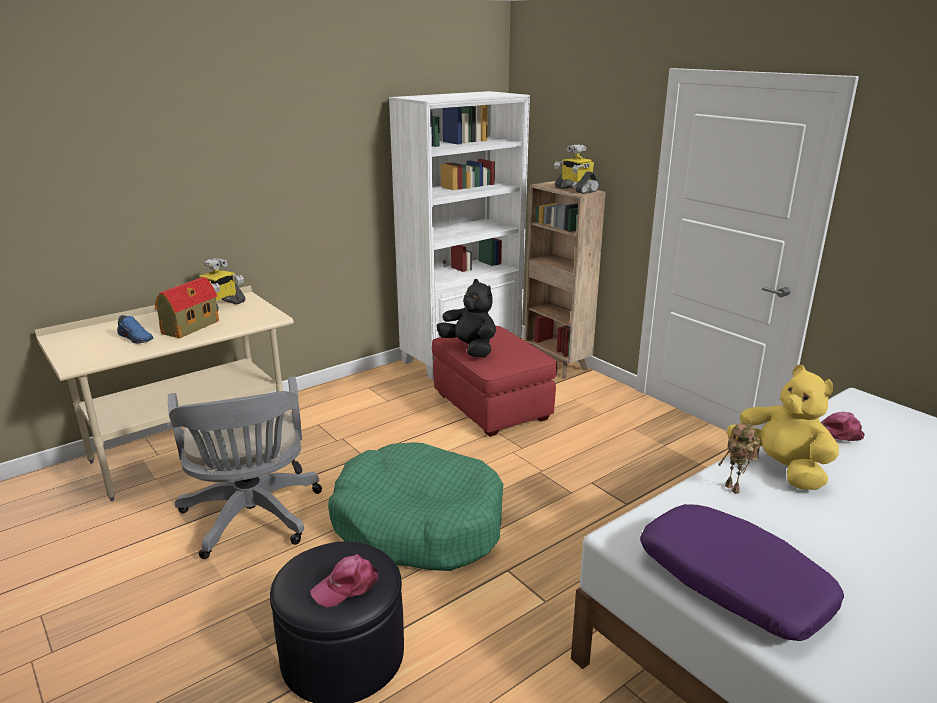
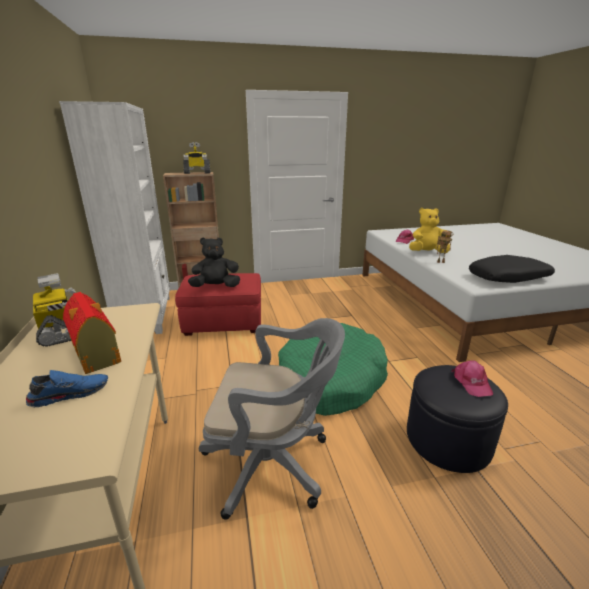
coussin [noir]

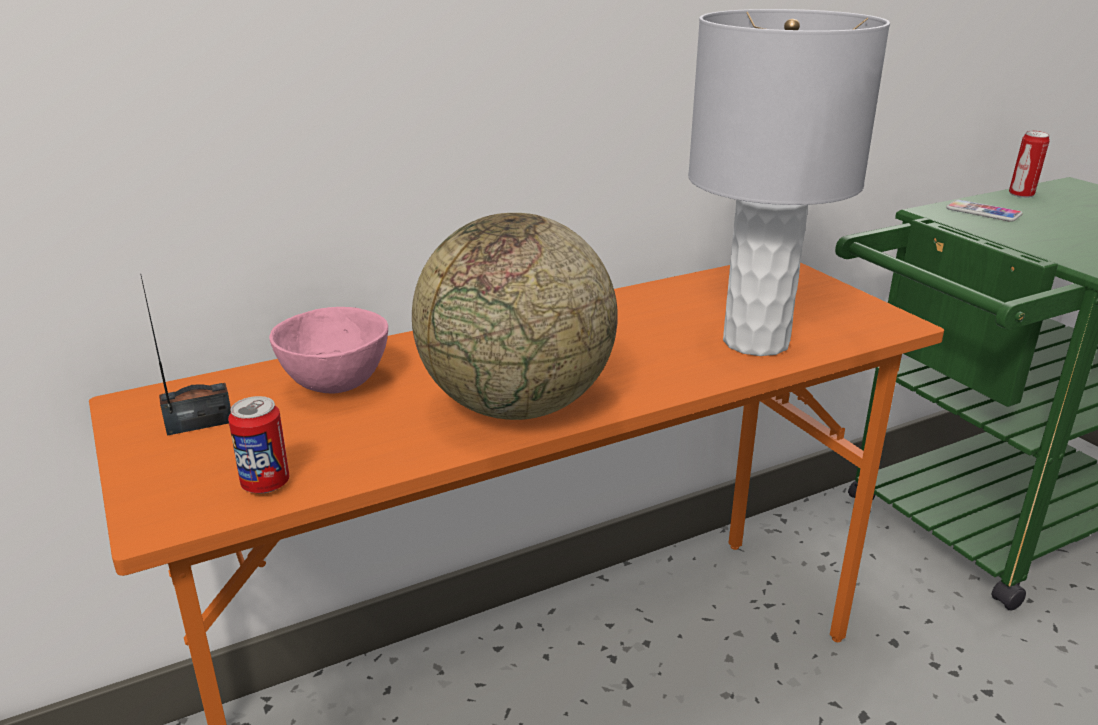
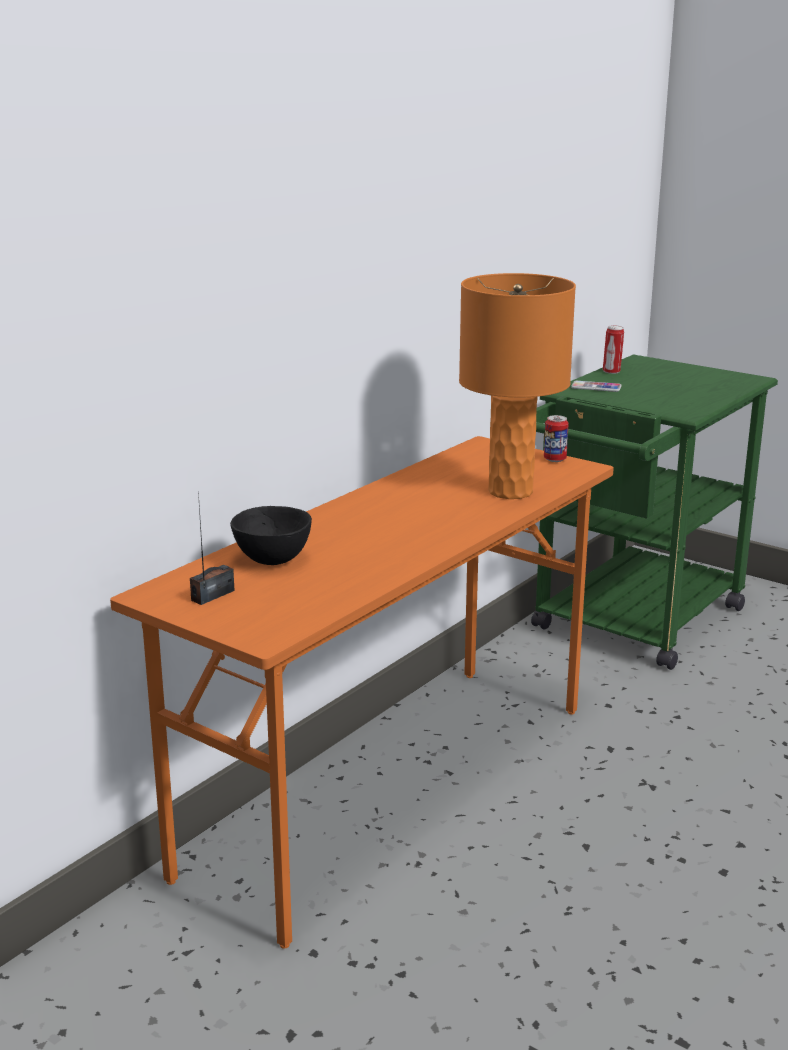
lampe de table [orange]
globe
bol [noir]
boîte métallique (1st from left)

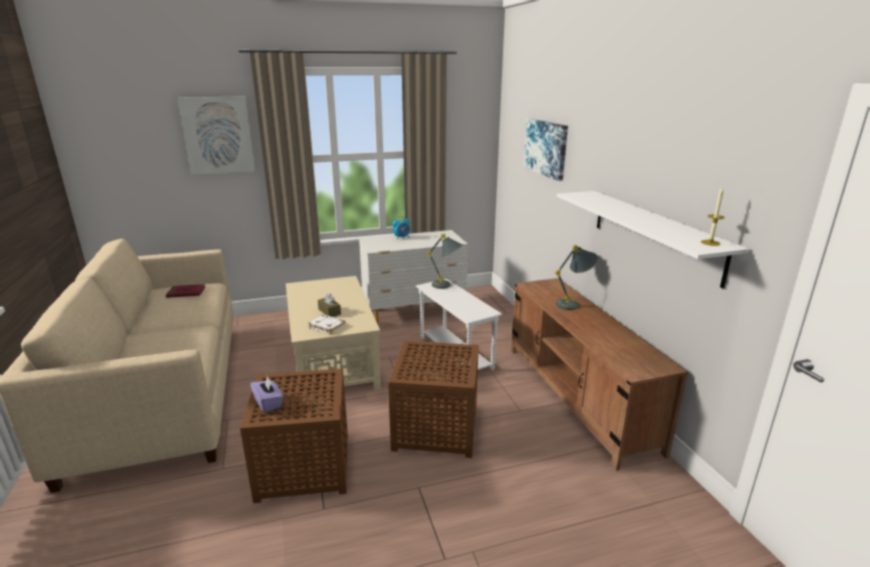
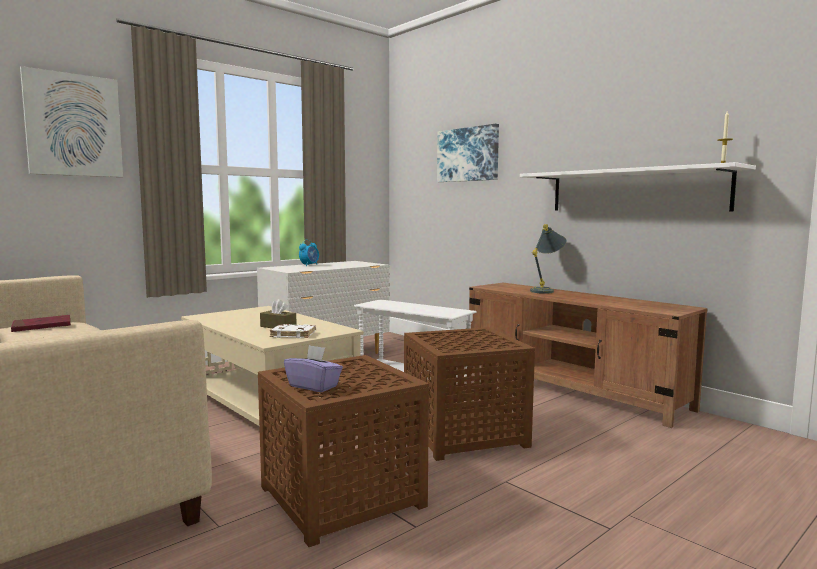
lampe de table [gris] (1st from left in the first image)

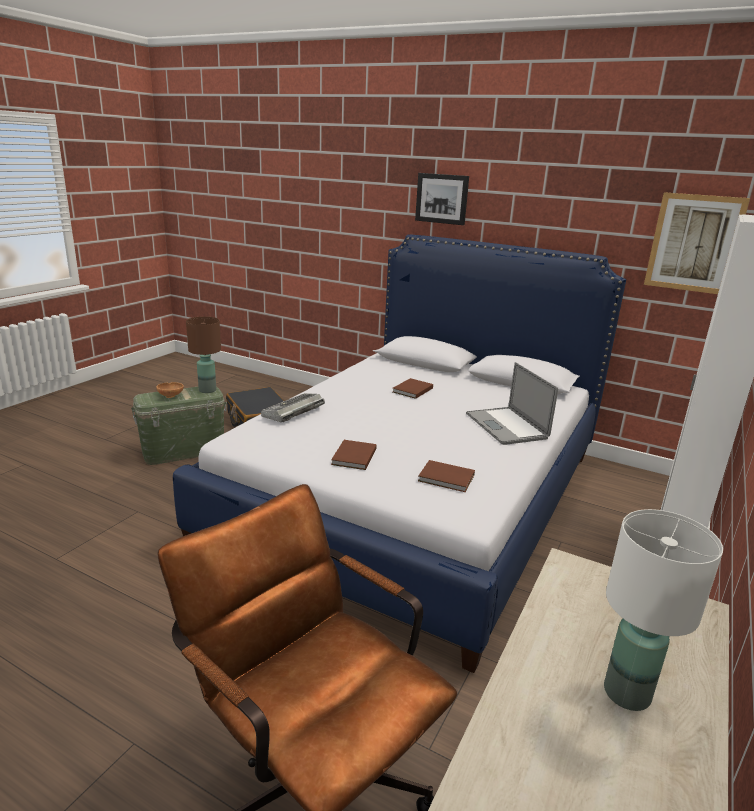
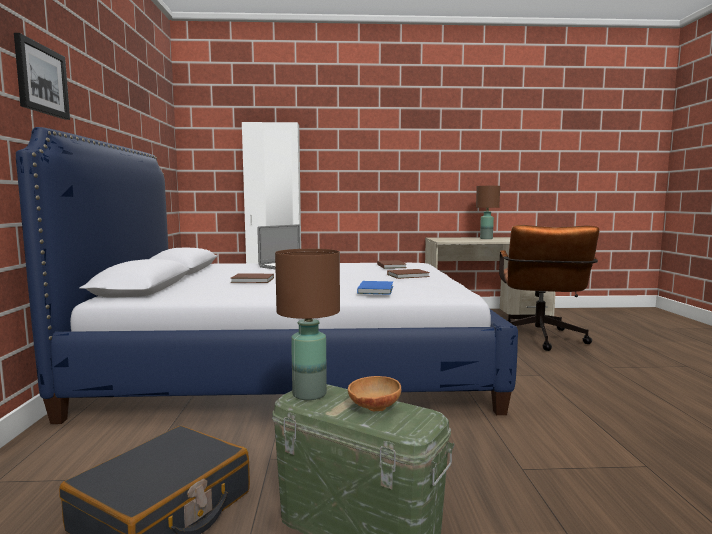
tableau (2nd from left in the first image)
livre [bleu]
lampe de table [marron] (2nd from left)

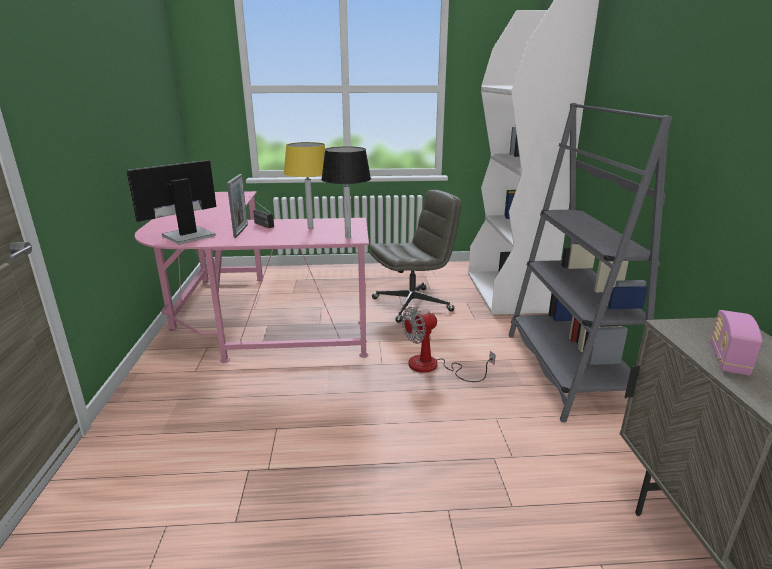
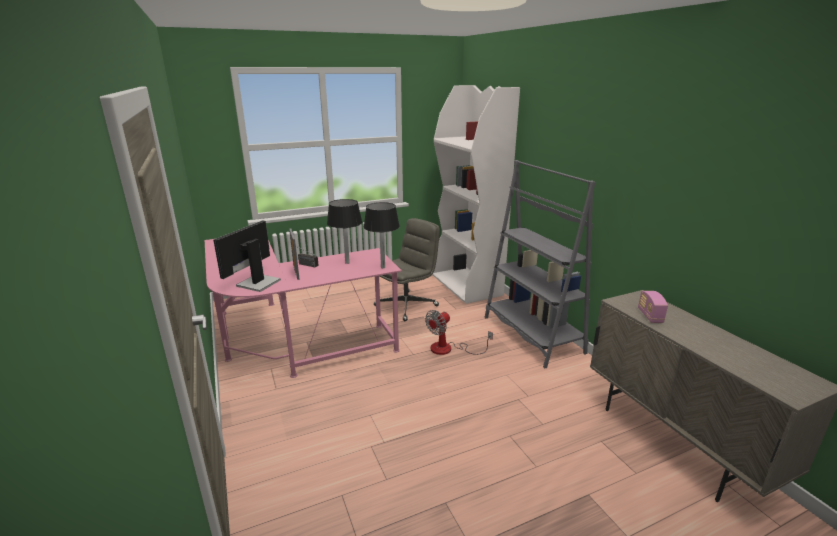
lampe de table [noir] (1st from left)

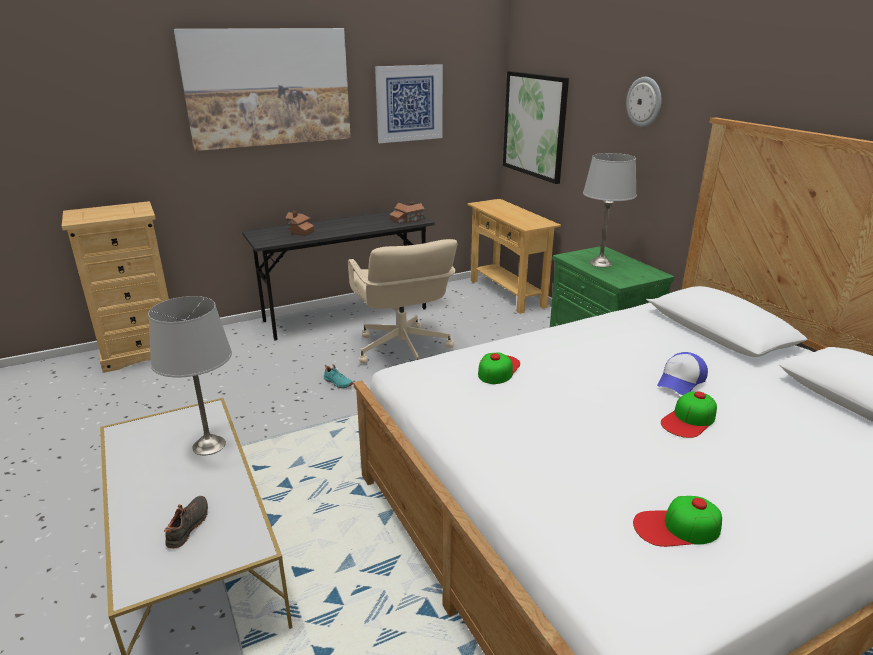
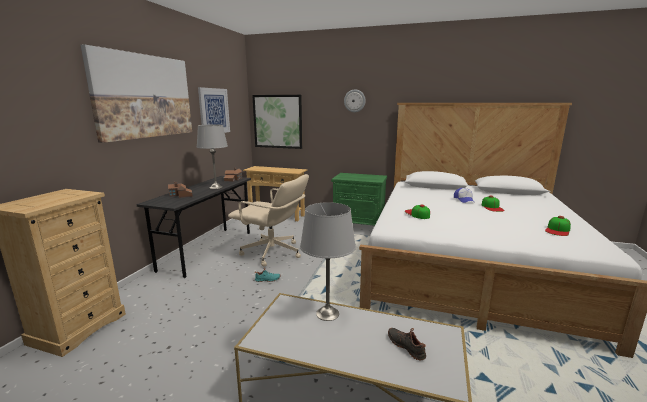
lampe de table [gris] (1st from left)

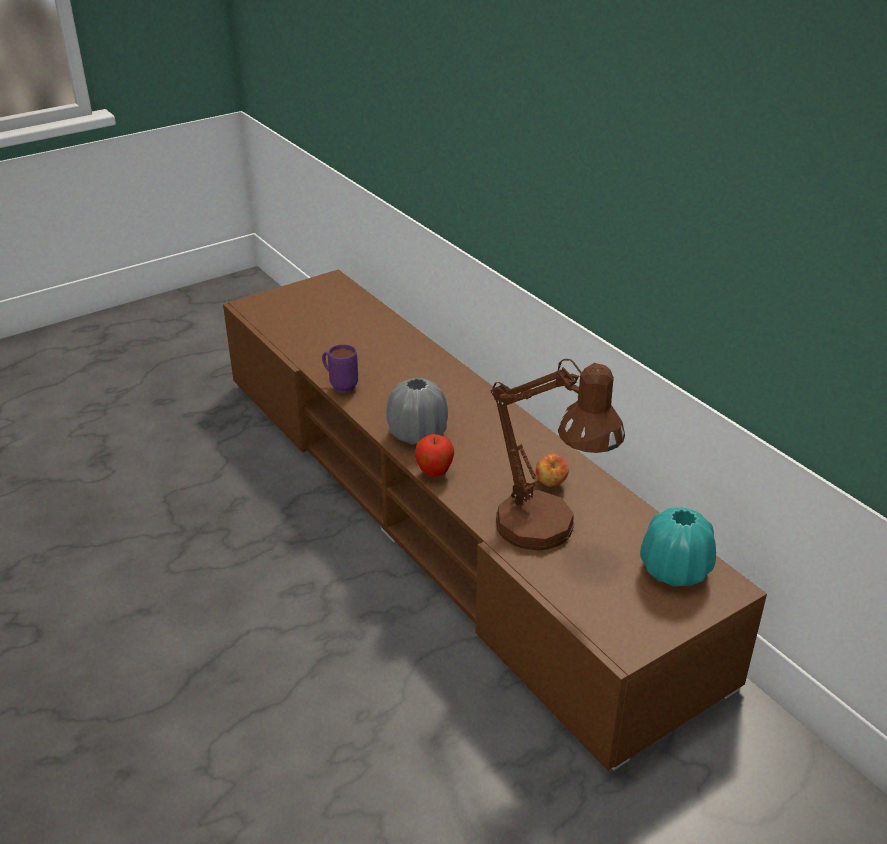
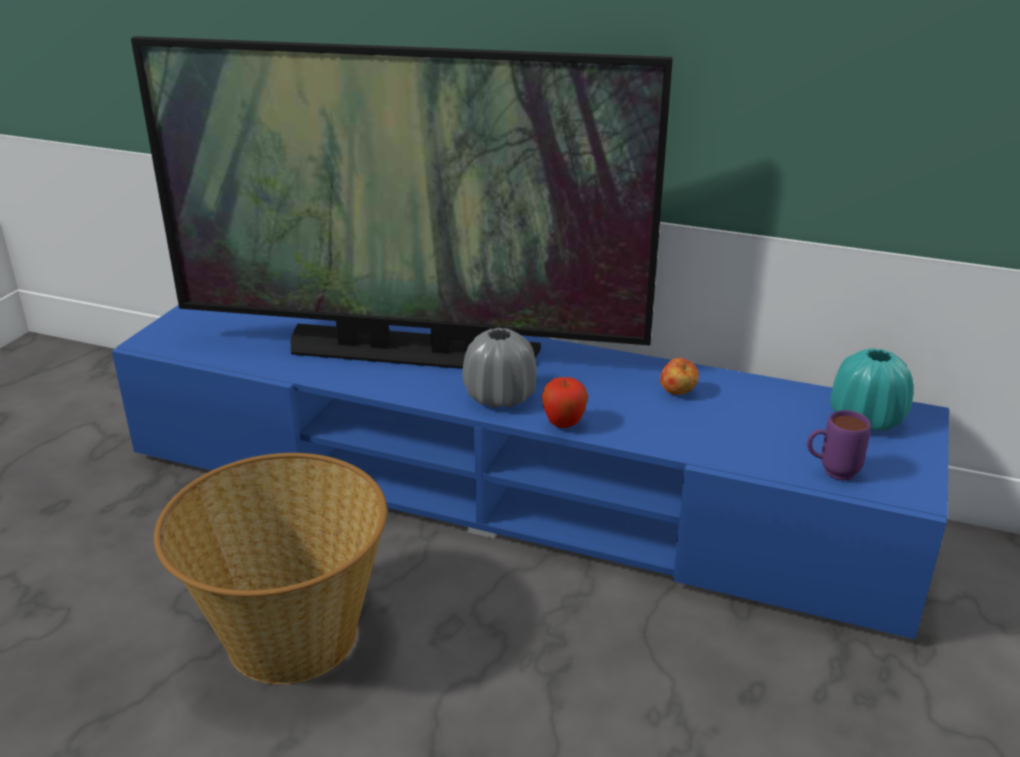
meuble télé [bleu]
mug [violet]
lampe de table [marron]
téléviseur
panier

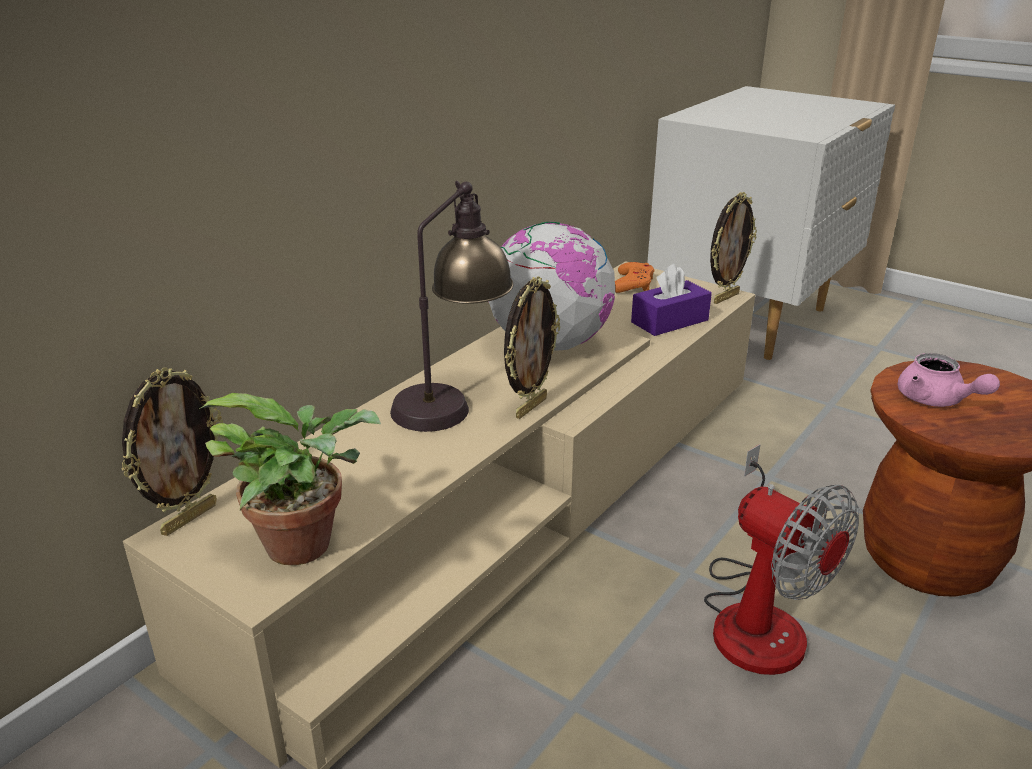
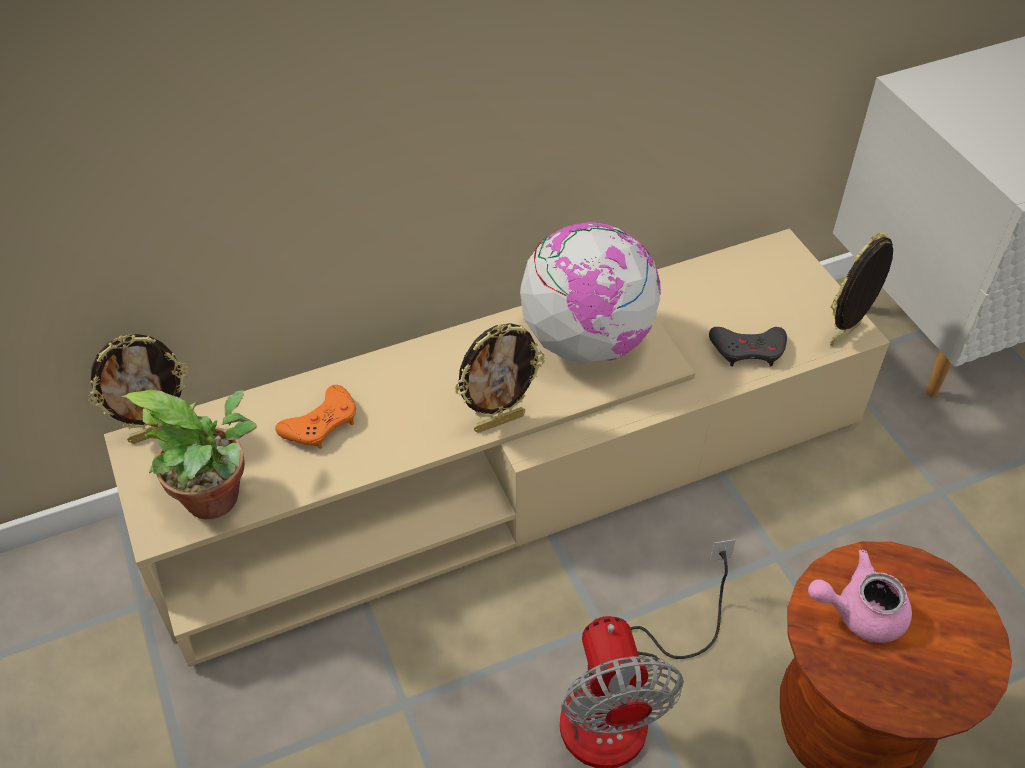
lampe de table
cadre photo (3rd from left)
manette [orange]
manette [gris]
théière [rose]

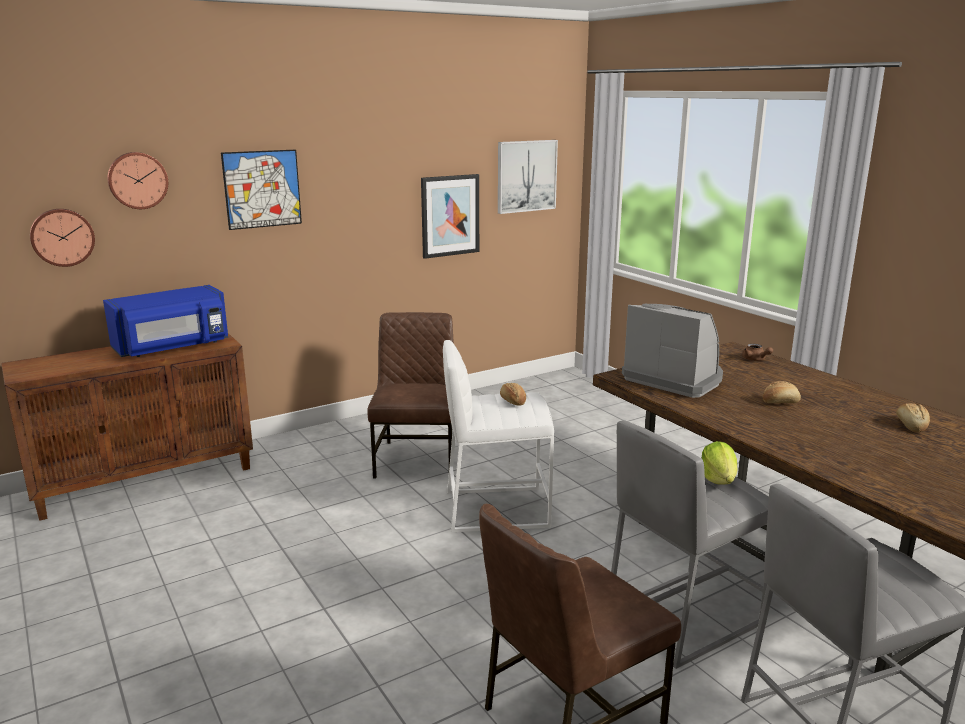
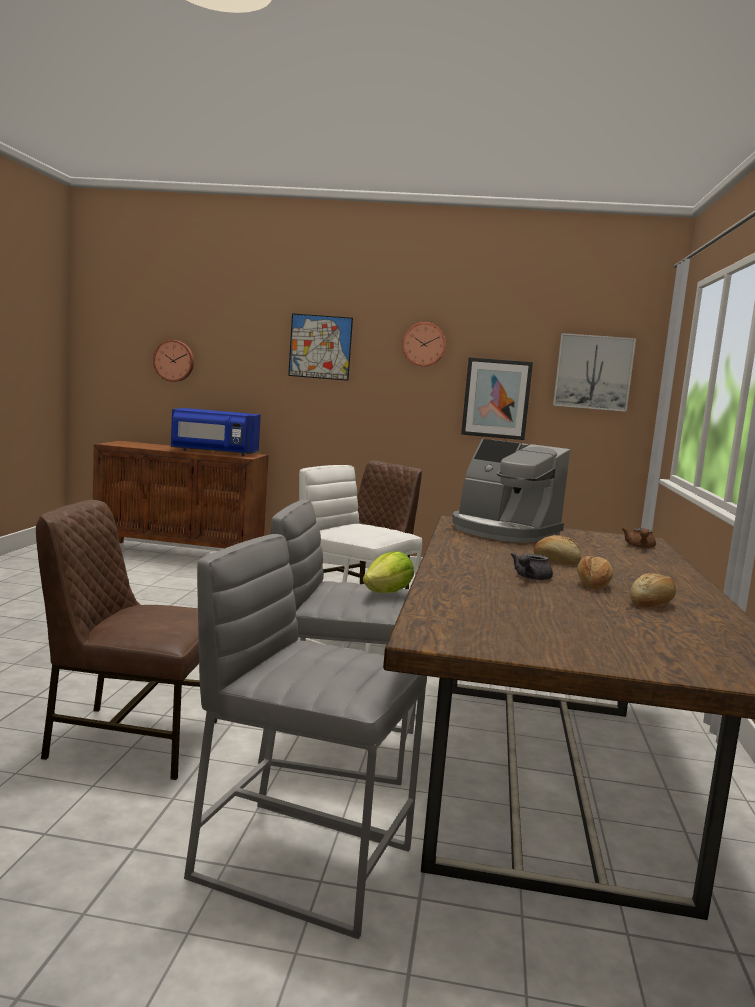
horloge murale (2nd from left)
machine à café
pain (2nd from left)
théière [gris]

